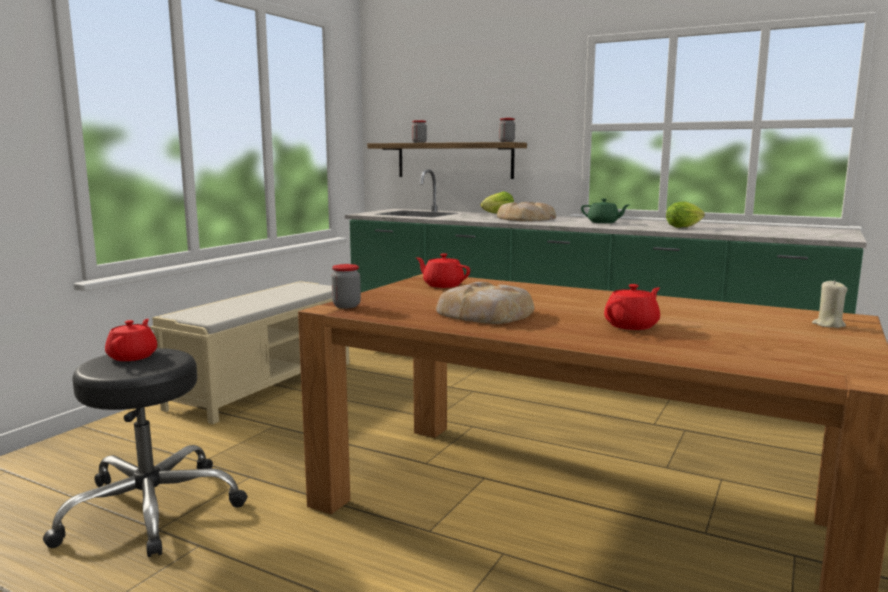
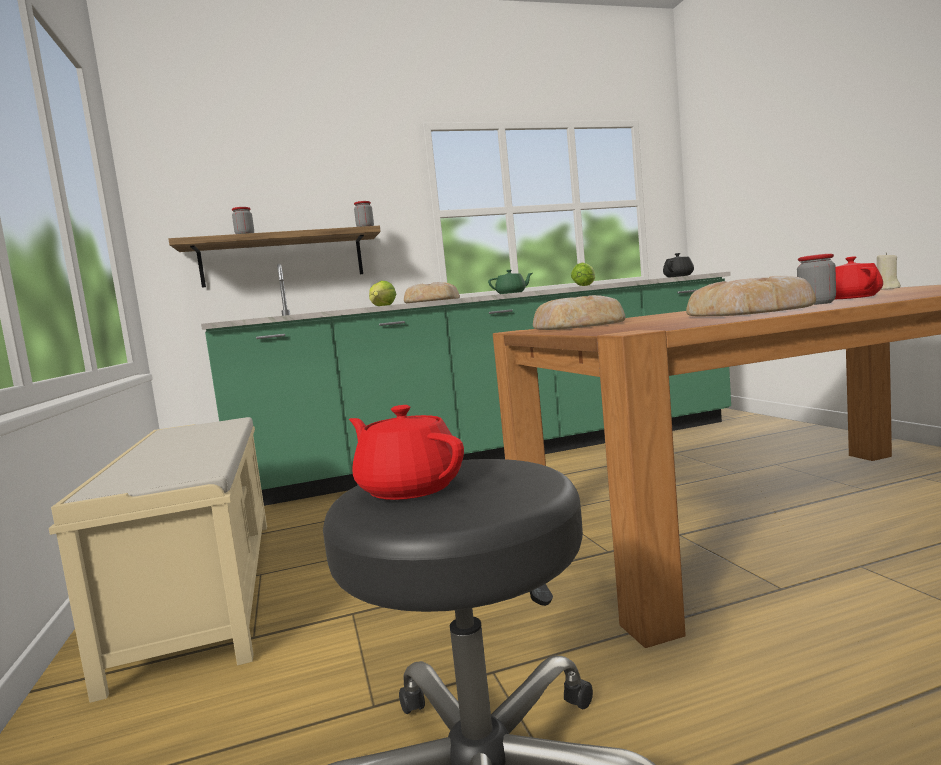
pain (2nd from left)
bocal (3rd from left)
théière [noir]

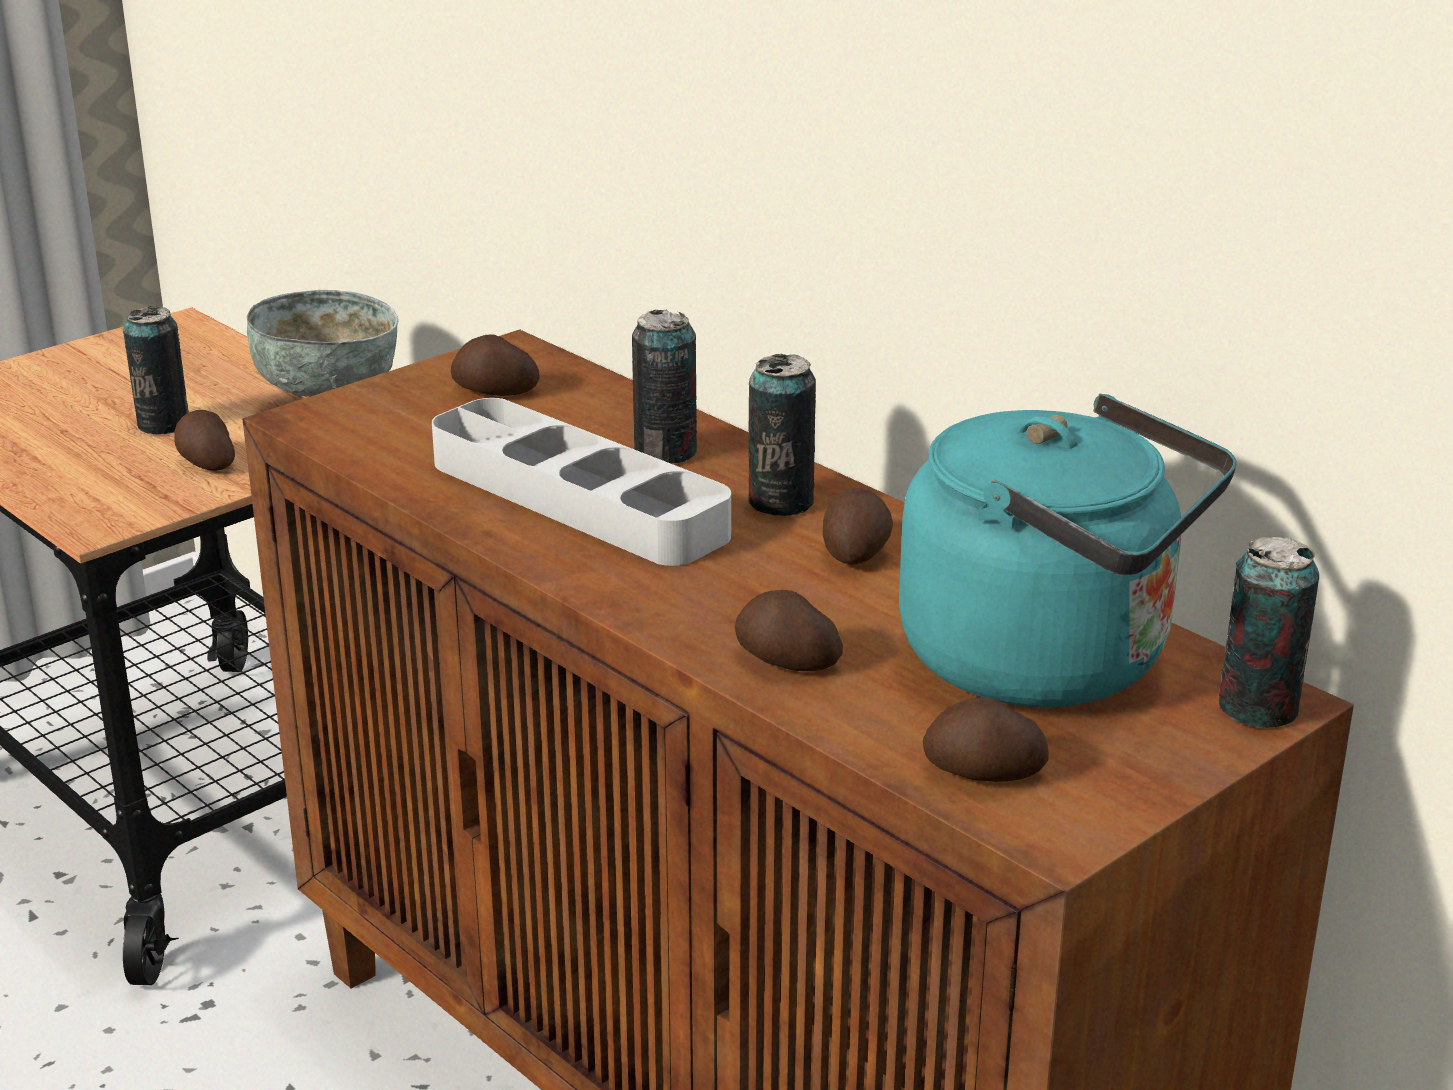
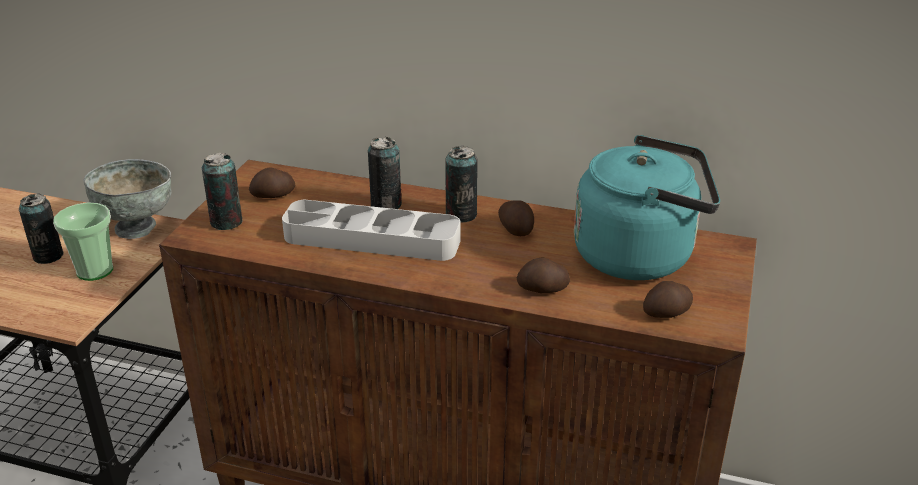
tasse
boîte métallique (2nd from left)

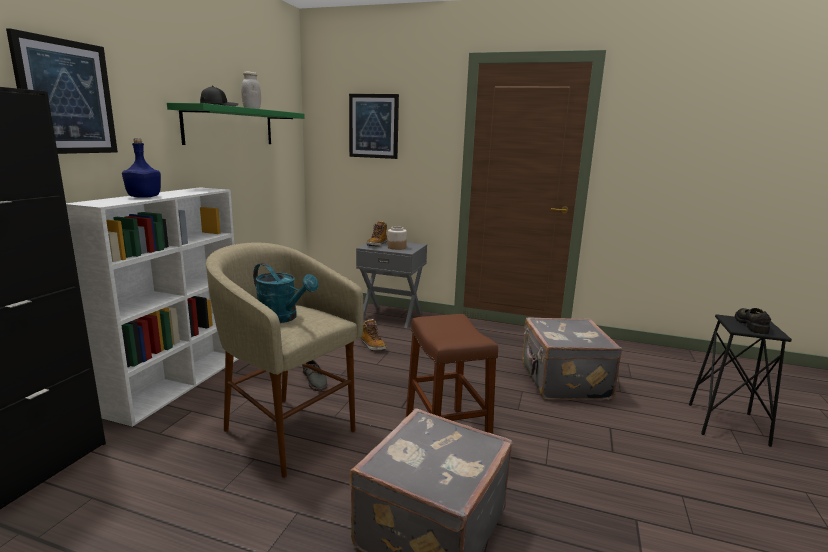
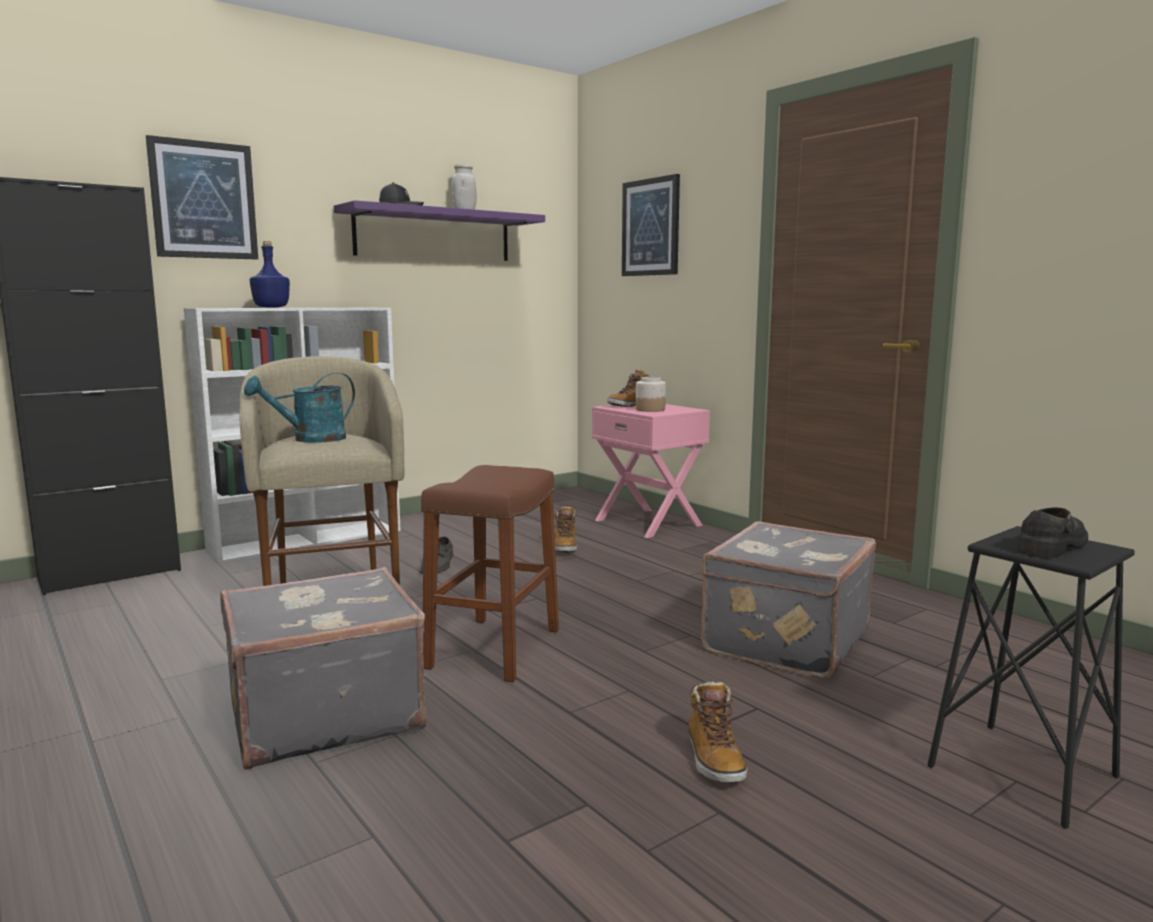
étagère [violet]
table de chevet [rose]
arrosoir [turquoise]
botte (3rd from left)

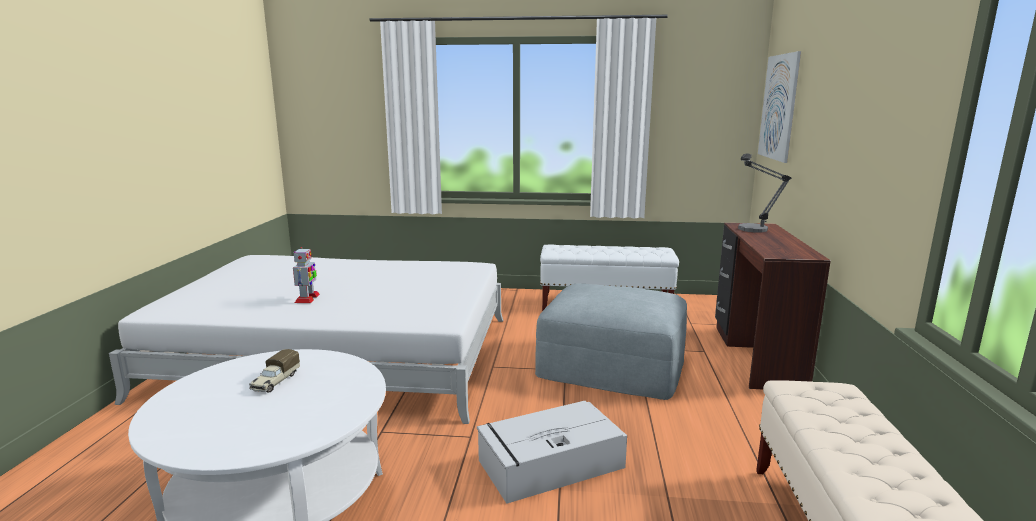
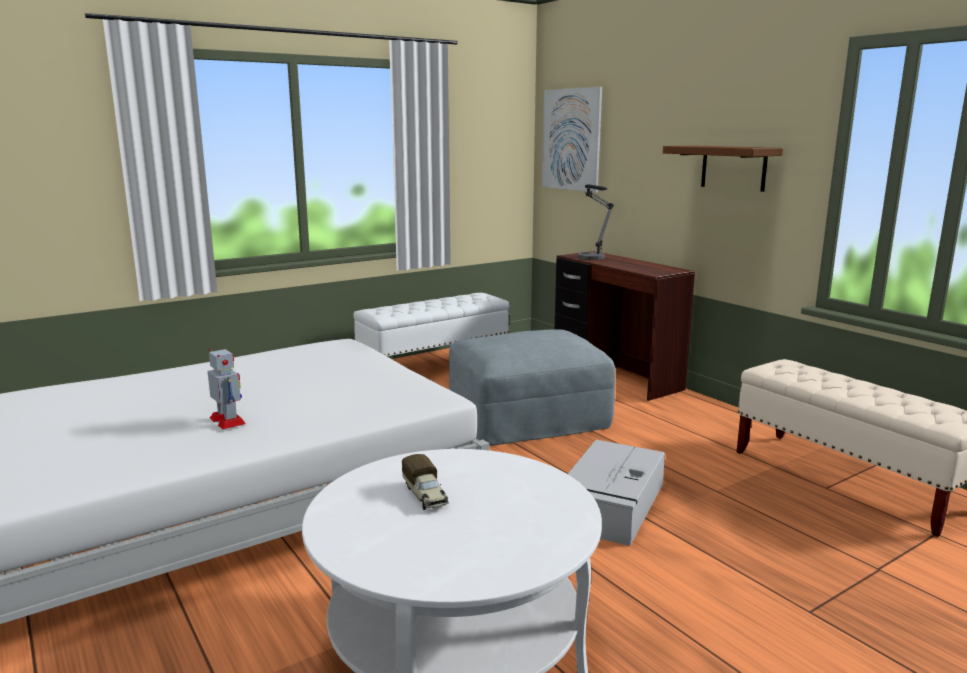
étagère [marron]

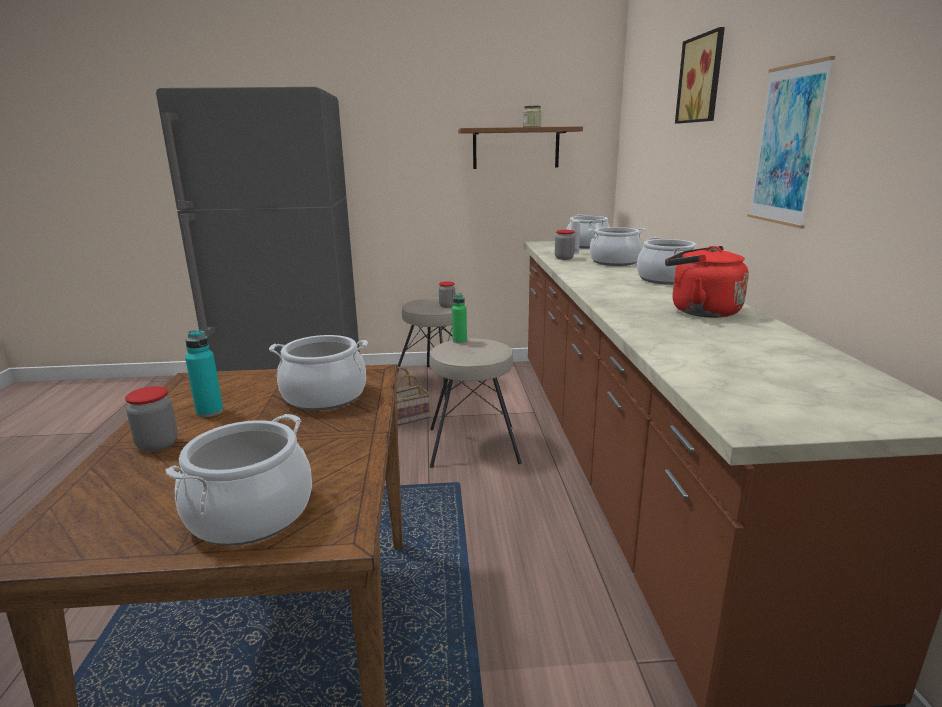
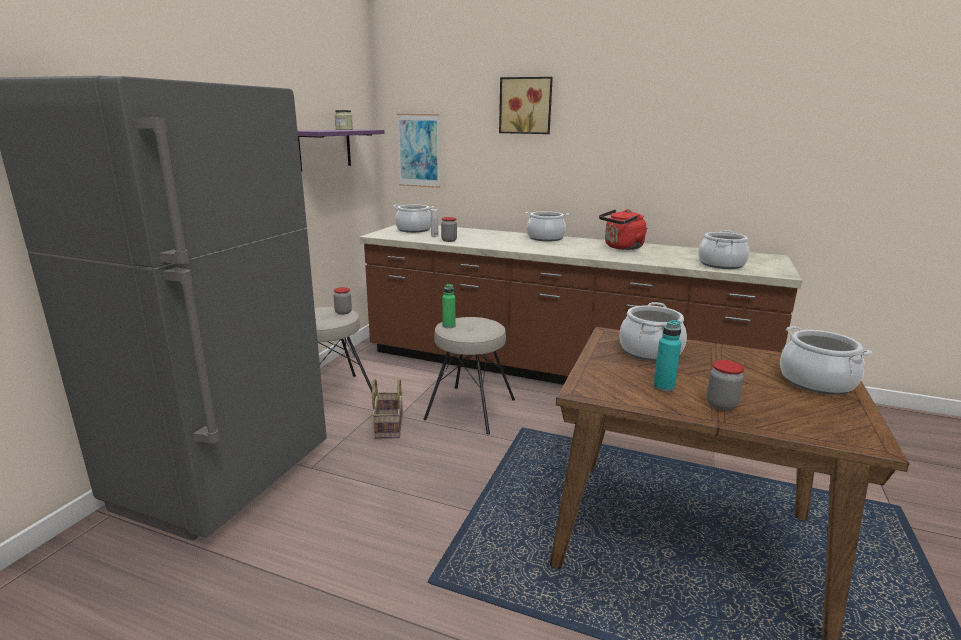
tableau (1st from left)
étagère [violet]
marmite (4th from left)

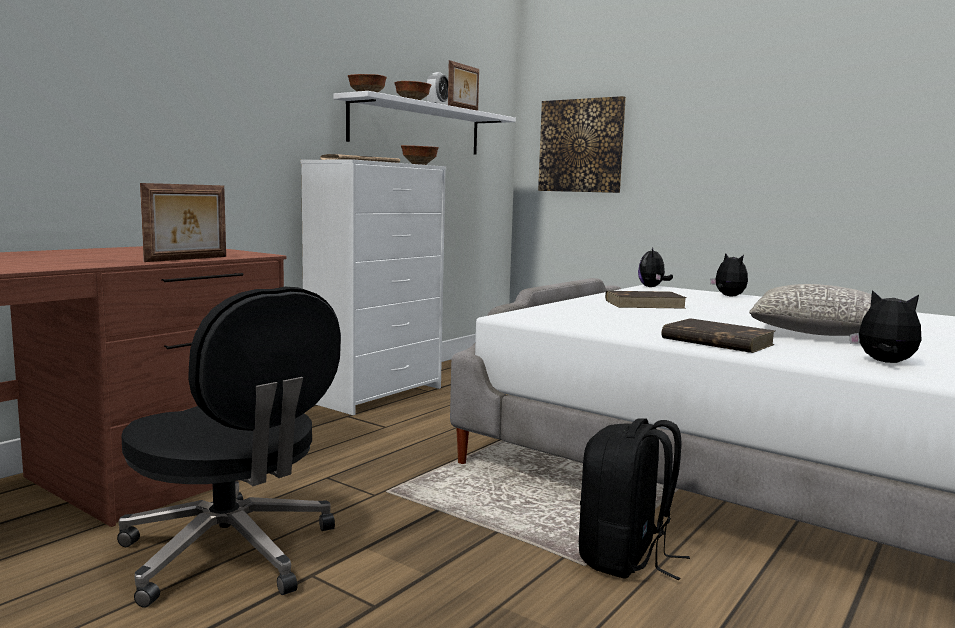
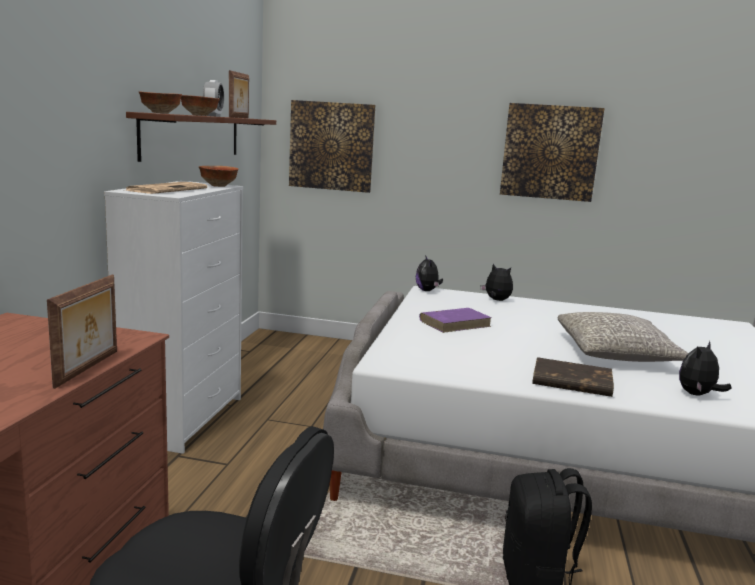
étagère [marron]
peluche (3rd from left)
livre [violet]
tableau (2nd from left)

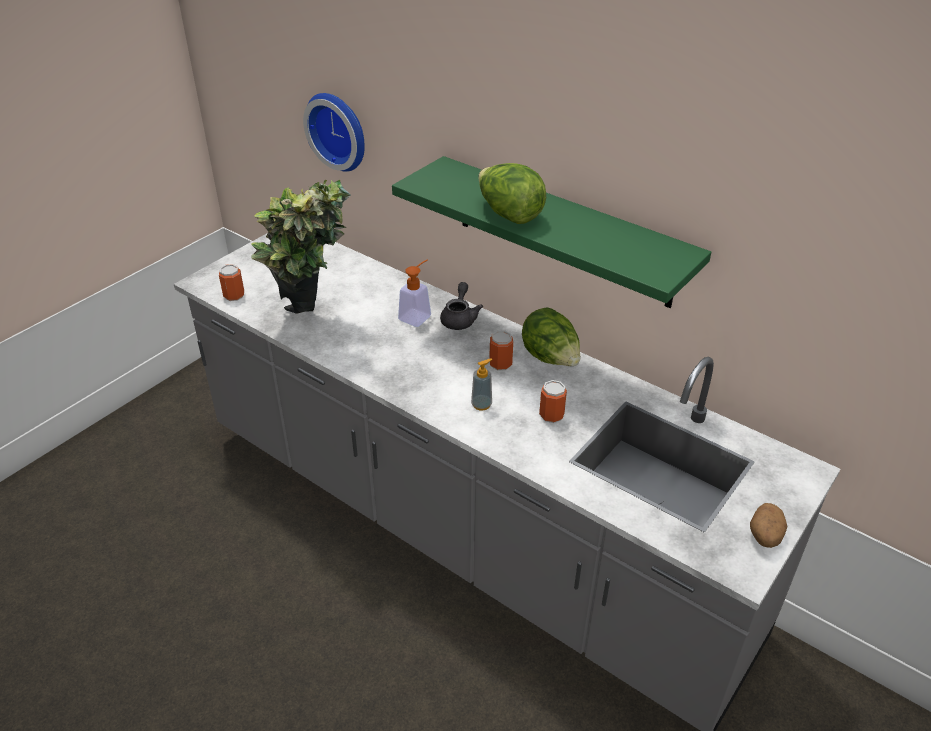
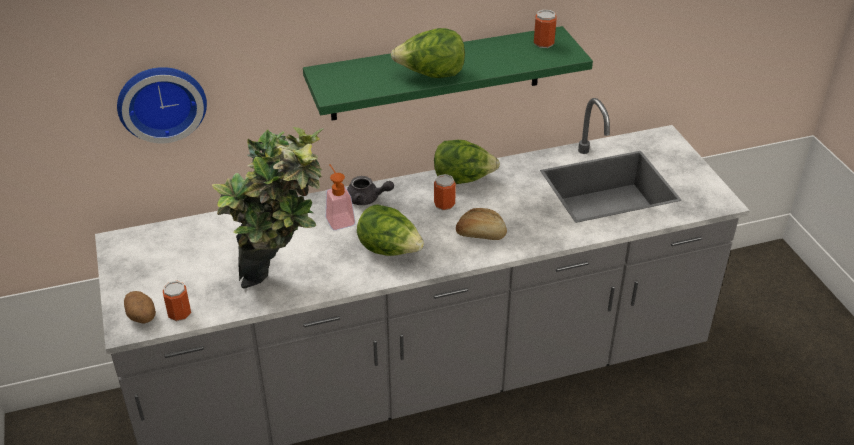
théière [gris]
pain
boîte métallique (3rd from left)
pomme de terre
laitue (1st from left)

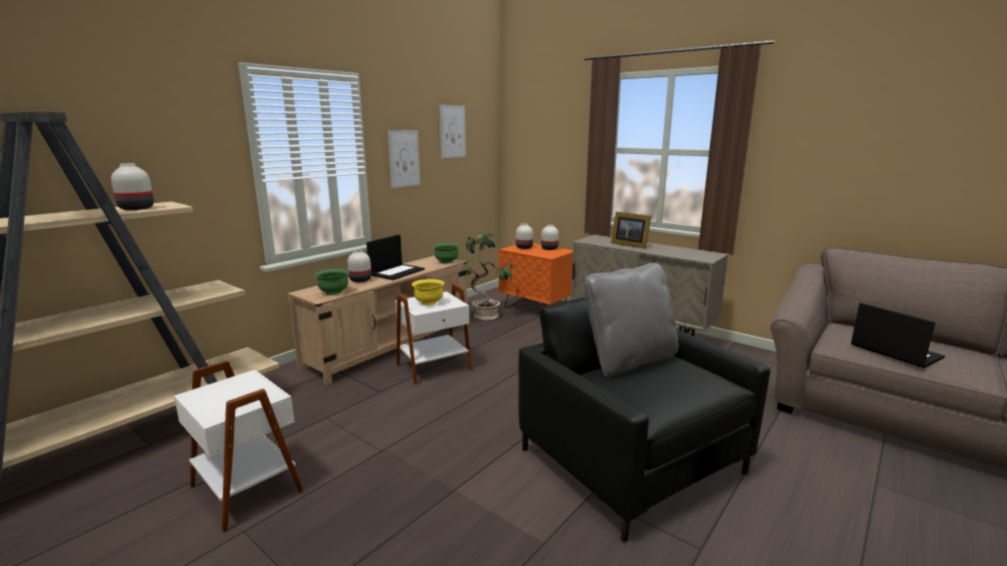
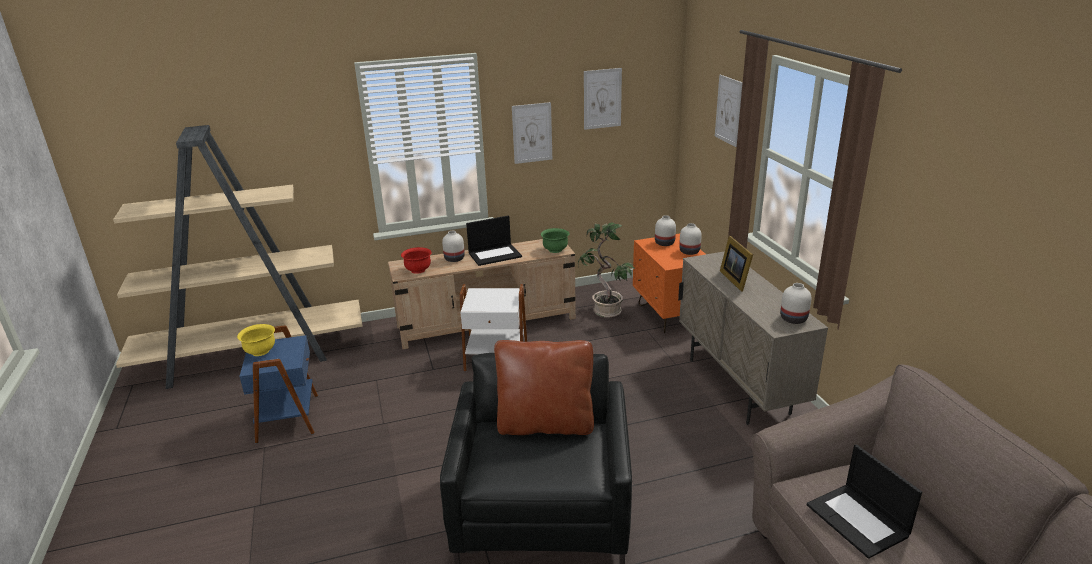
vase [blanc] (4th from left)
coussin [marron]
bol [rouge]
bol [jaune]
ordinateur portable (2nd from left)
table d'appoint [bleu]
tableau (3rd from left)

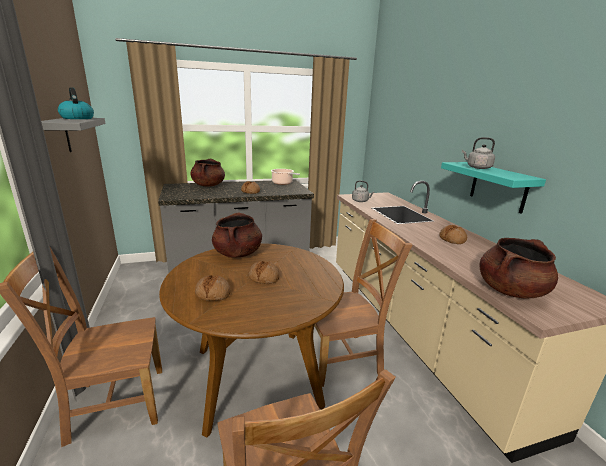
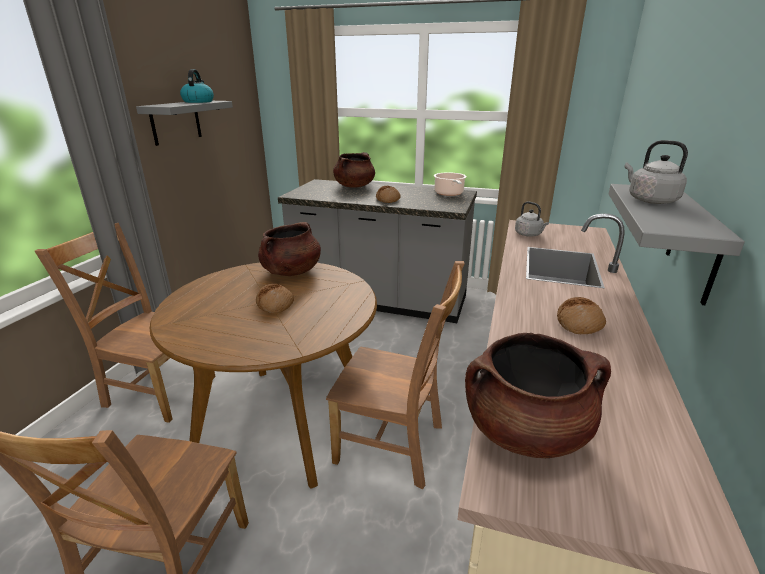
étagère [gris] (2nd from left)
pain (1st from left in the first image)

